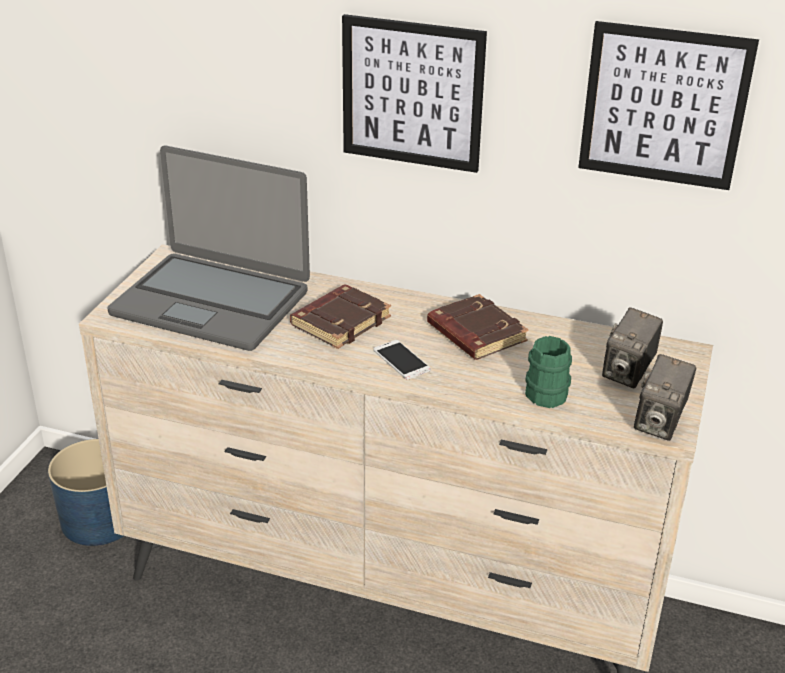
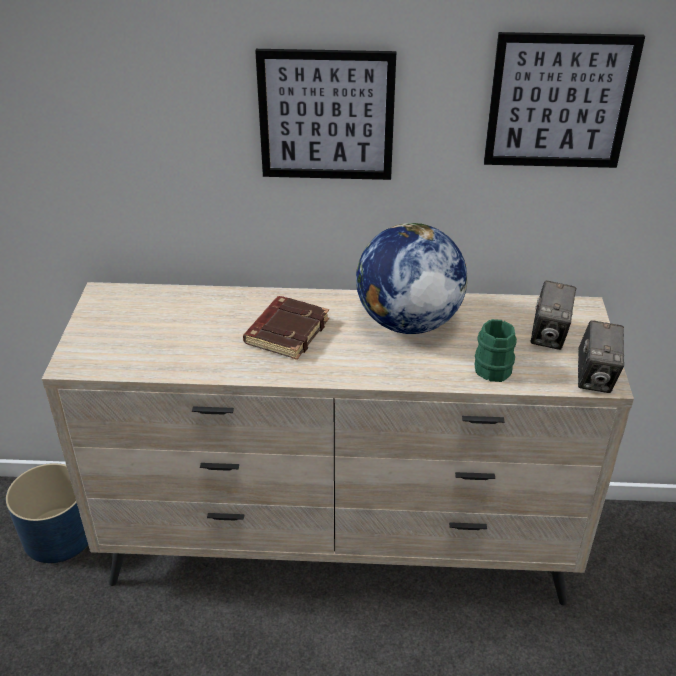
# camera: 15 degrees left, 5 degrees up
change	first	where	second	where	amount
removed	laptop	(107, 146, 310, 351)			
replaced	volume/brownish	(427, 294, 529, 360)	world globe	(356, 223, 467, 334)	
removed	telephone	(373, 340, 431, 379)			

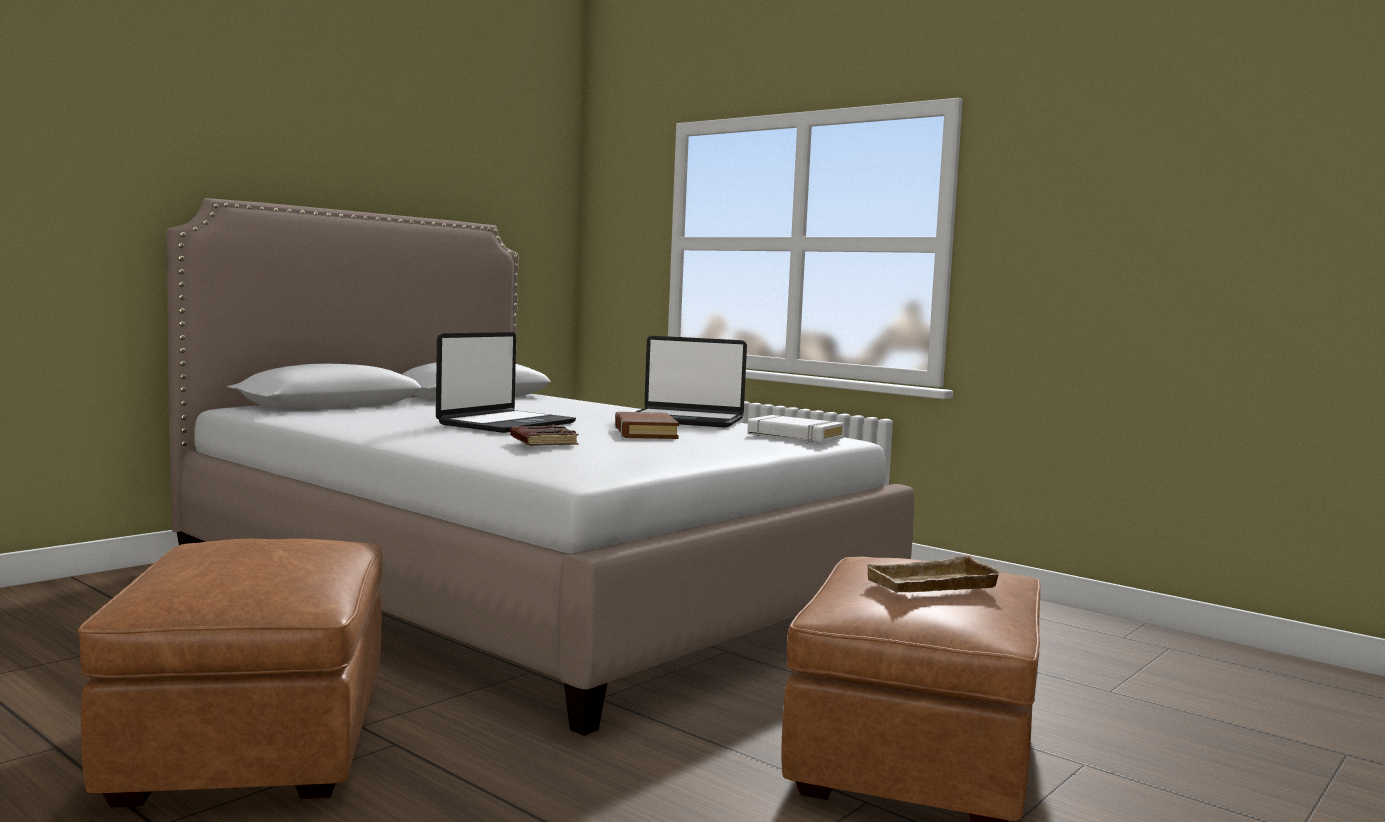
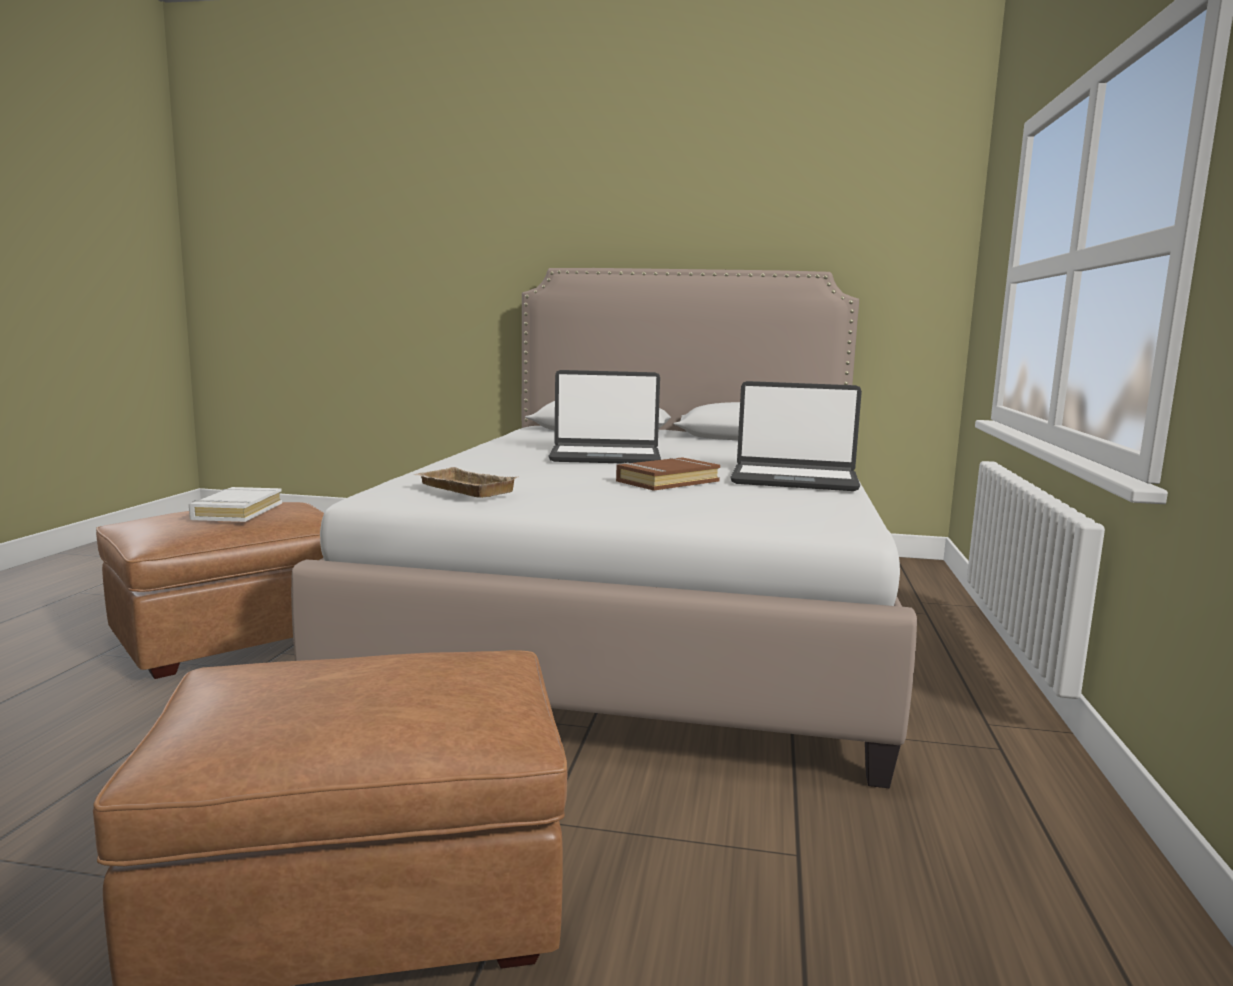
# camera: 60 degrees right, 5 degrees up
change	first	where	second	where	amount
turned	laptop	(636, 336, 747, 428)		(730, 381, 862, 491)	60 degrees counterclockwise
moved	volume/white	(747, 415, 844, 443)		(189, 487, 282, 522)	
removed	volume/brownish	(511, 425, 579, 446)			
moved	serving tray/beige	(865, 555, 1006, 592)		(413, 467, 517, 498)	

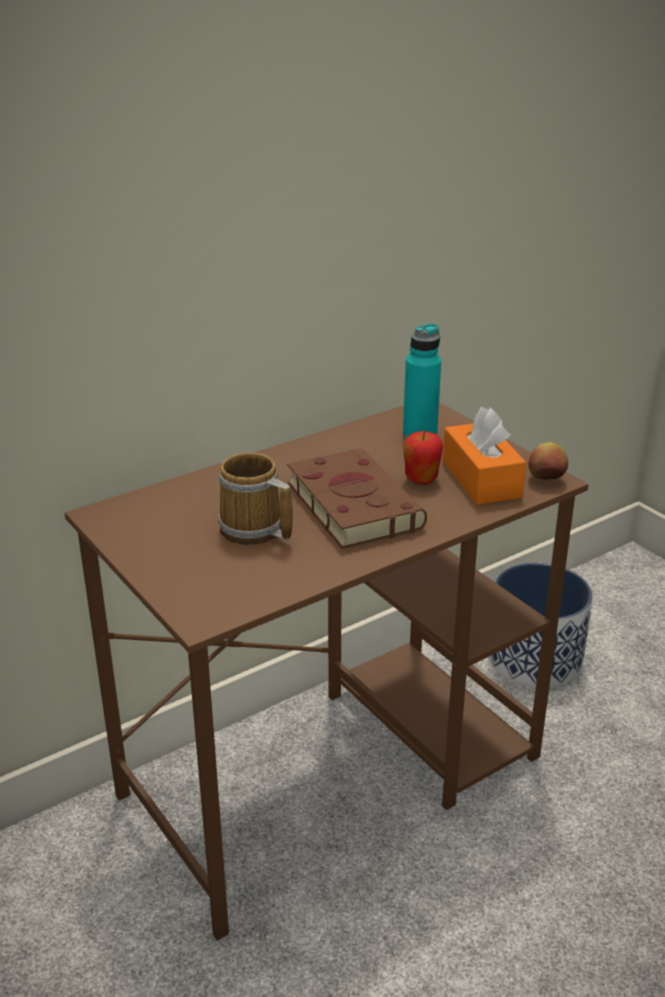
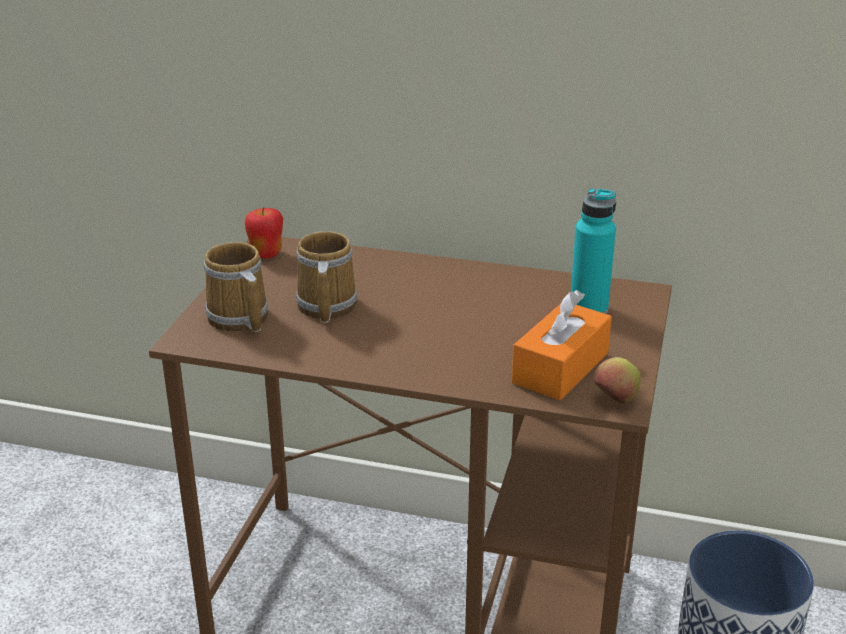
# camera: 50 degrees right, 0 degrees up
change	first	where	second	where	amount
moved	apple fruit	(404, 431, 443, 485)		(245, 206, 283, 259)	
removed	volume/brownish	(287, 448, 427, 549)			
added			tea mug	(204, 242, 268, 332)	

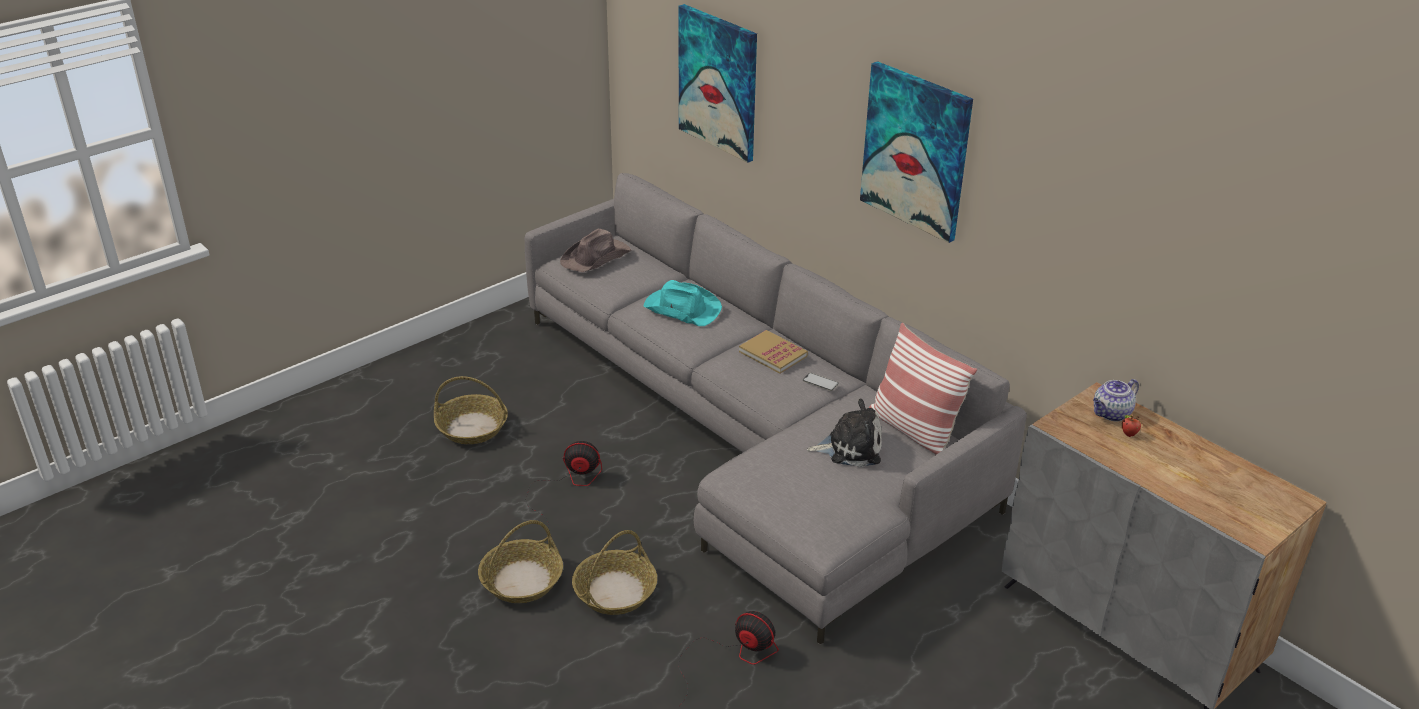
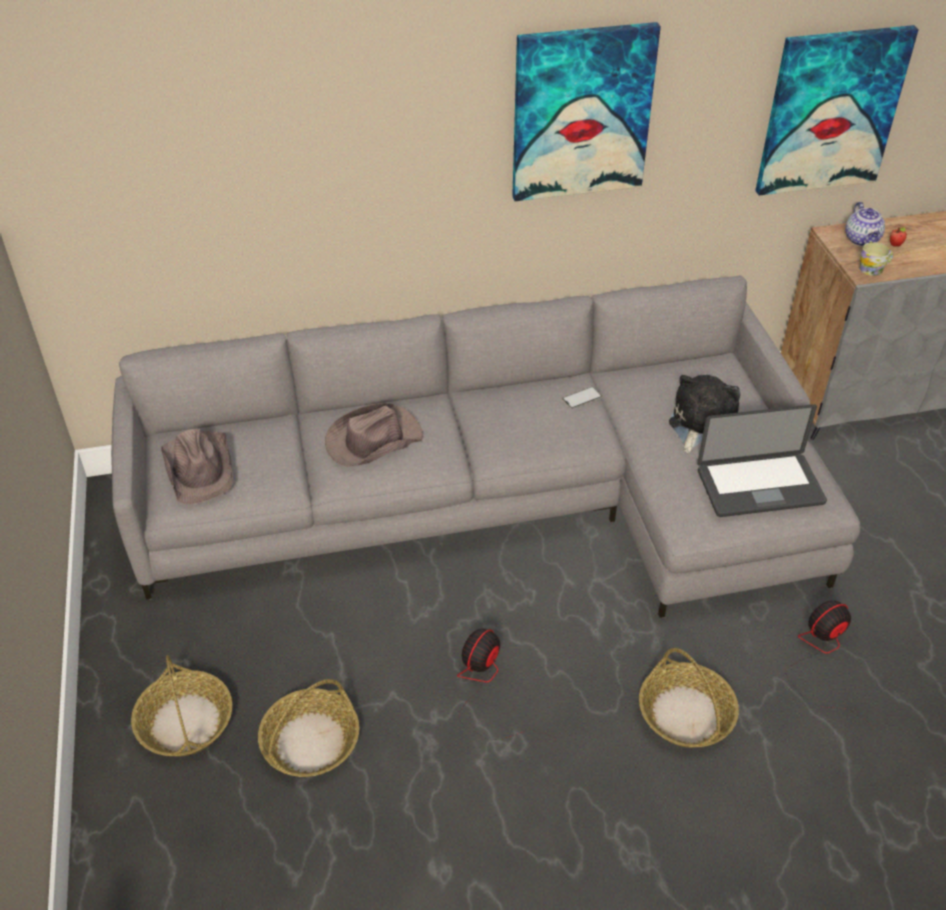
# camera: 60 degrees left, 10 degrees up
change	first	where	second	where	amount
moved	wall picture	(678, 4, 757, 163)		(755, 25, 919, 196)	
recoloured	clothing hat/blue-green	(644, 280, 722, 326)	clothing hat/brownish	(325, 403, 423, 467)	
removed	throw pillow	(869, 323, 977, 455)			
removed	volume	(739, 330, 808, 374)			
moved	household basket	(478, 520, 563, 603)		(131, 655, 232, 757)	
added			tea mug	(859, 242, 893, 276)	
added			laptop	(697, 404, 827, 517)	

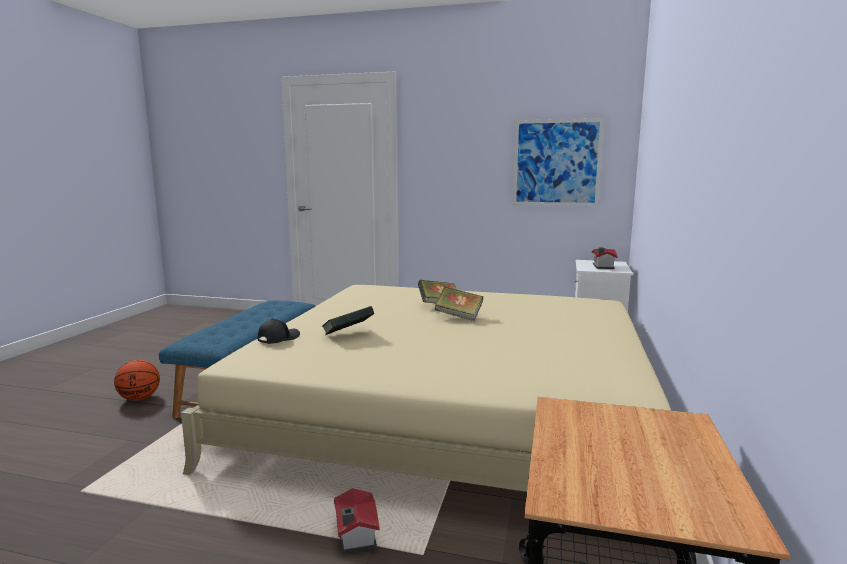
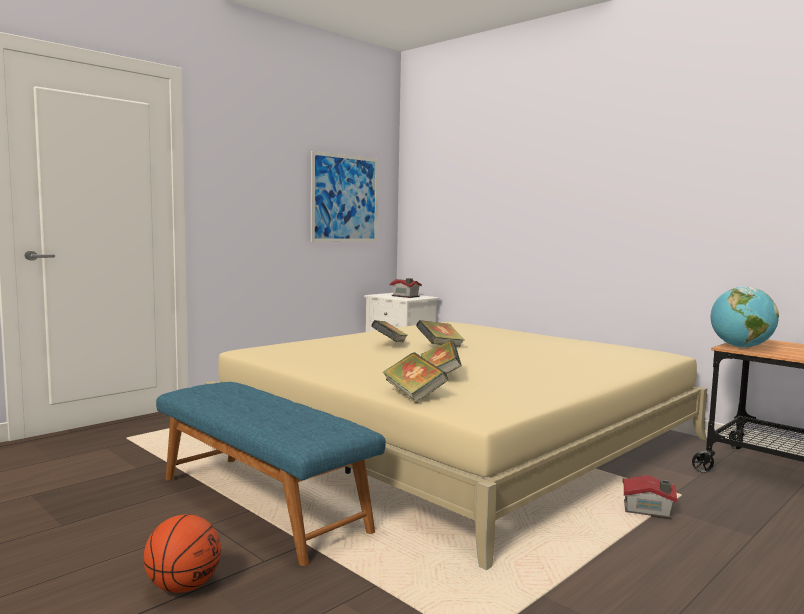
# camera: 60 degrees left, 5 degrees down
change	first	where	second	where	amount
replaced	peaked cap/black	(258, 318, 300, 344)	volume	(382, 352, 448, 403)	
added			world globe	(711, 287, 779, 348)	

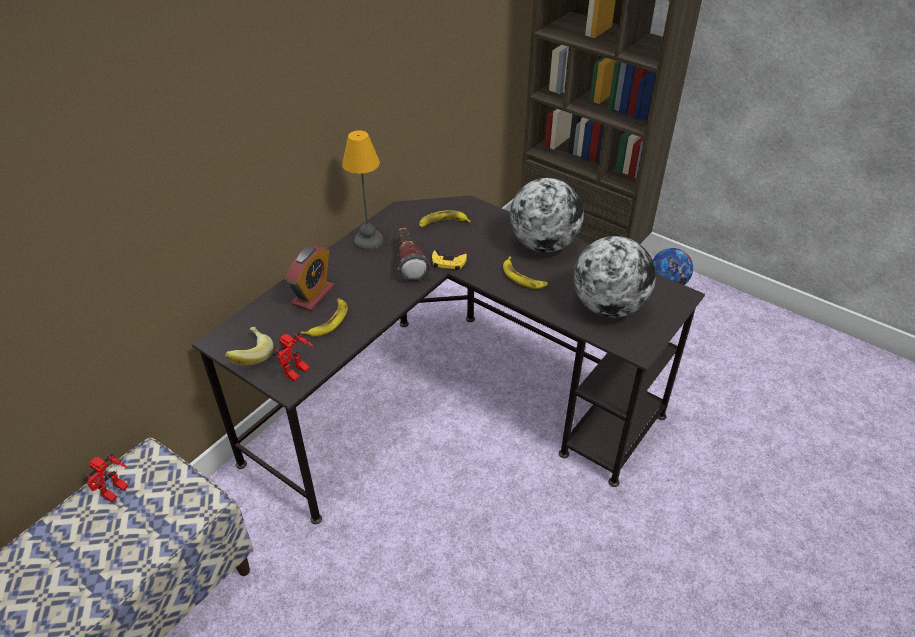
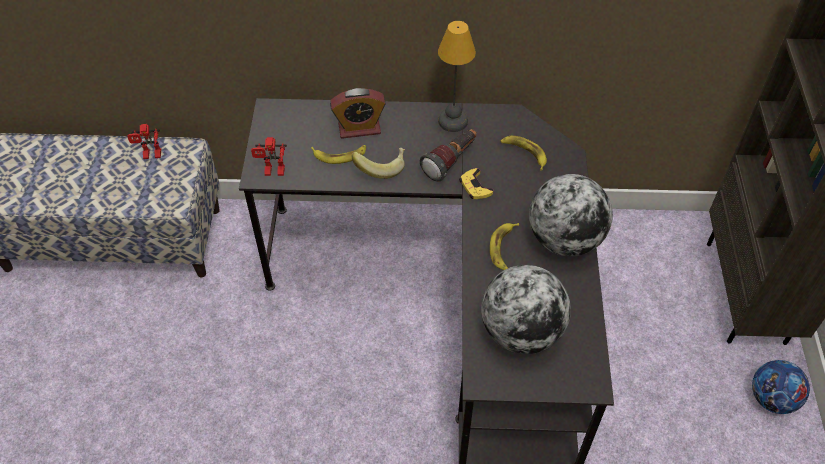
# camera: 55 degrees right, 10 degrees up
change	first	where	second	where	amount
moved	whole banana	(225, 327, 273, 365)		(352, 148, 405, 179)	

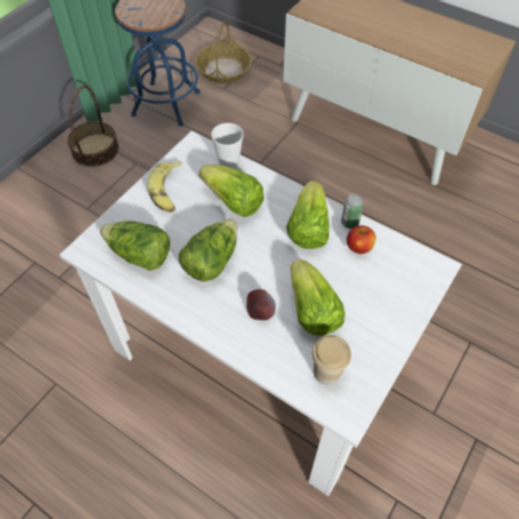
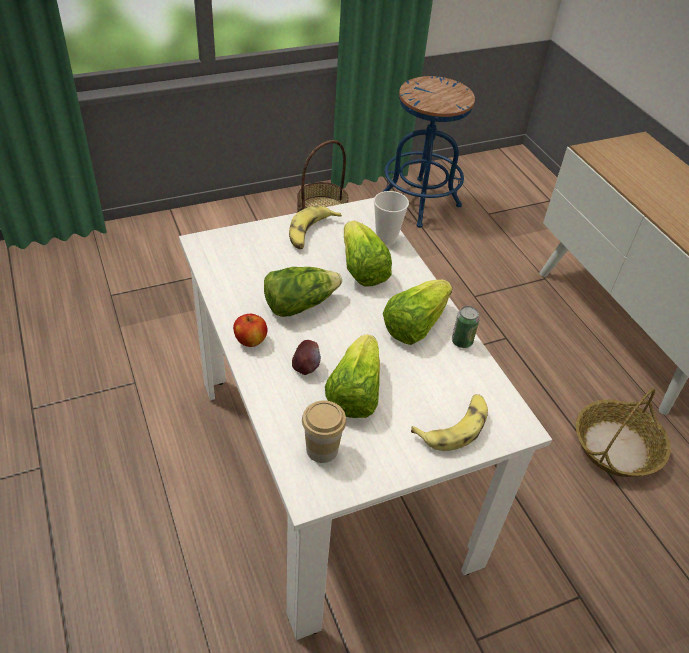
# camera: 30 degrees right, 10 degrees down
change	first	where	second	where	amount
moved	household basket	(195, 22, 252, 83)		(576, 388, 671, 477)	
removed	lettuce head	(100, 221, 170, 271)			
moved	apple fruit	(347, 226, 376, 254)		(233, 314, 267, 347)	
added			whole banana	(411, 394, 488, 451)	

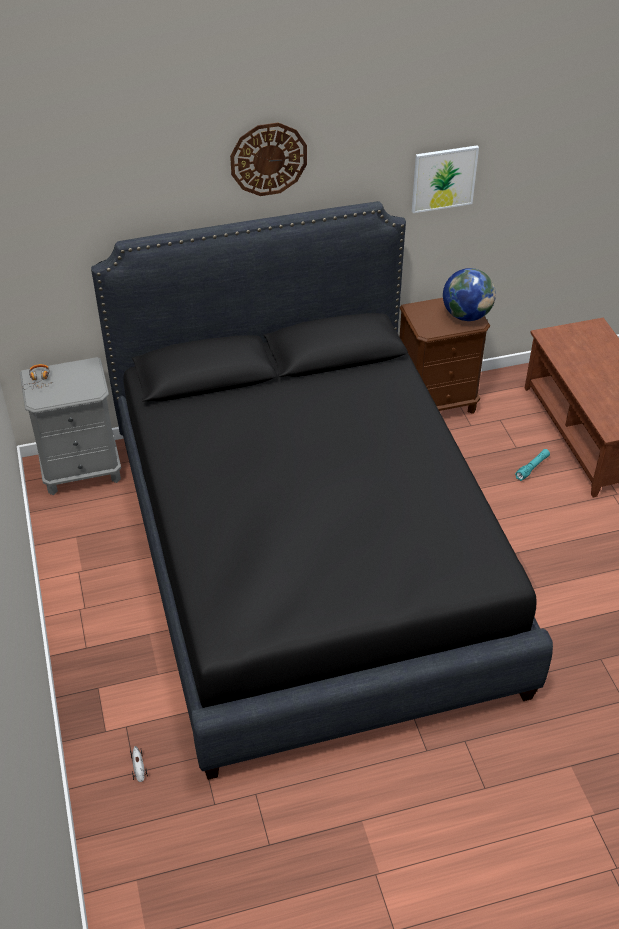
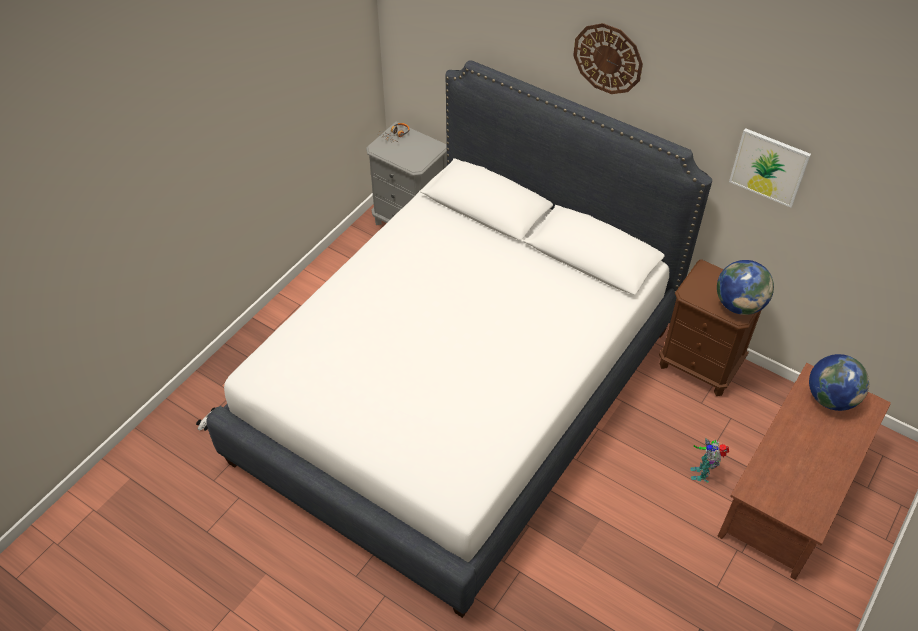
# camera: 50 degrees right, 5 degrees up
change	first	where	second	where	amount
recoloured	bedroom bed/black	(91, 201, 553, 780)	bedroom bed/white	(206, 60, 712, 618)	
replaced	torch/blue-green	(515, 449, 550, 481)	model robot	(690, 438, 729, 483)	
added			world globe	(809, 354, 869, 411)	

